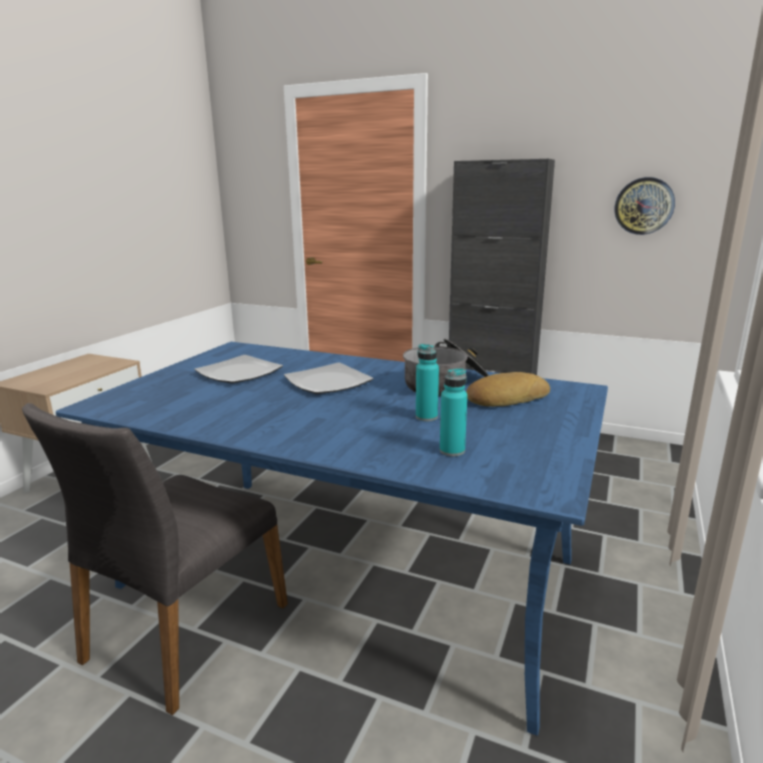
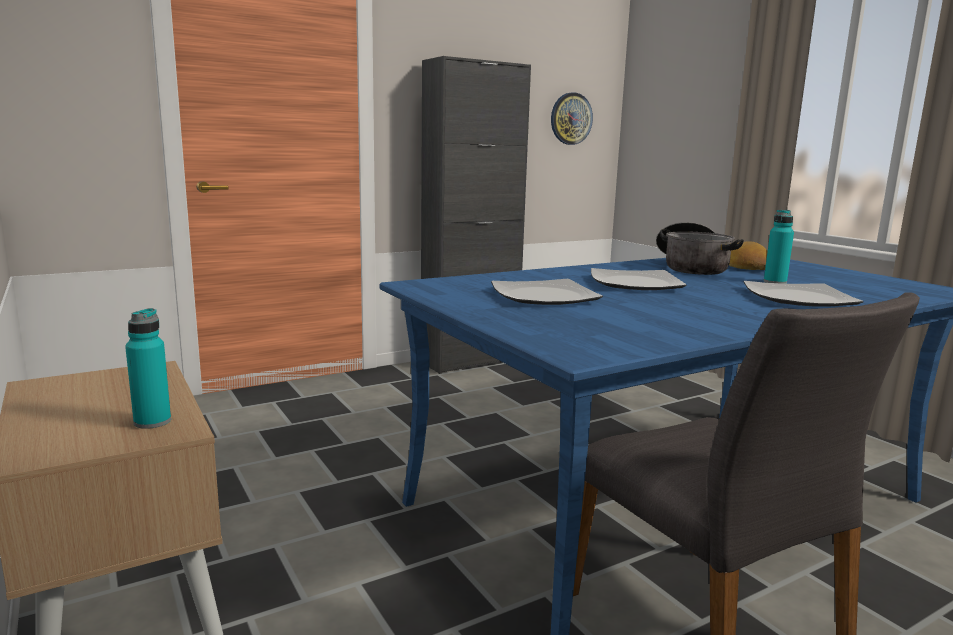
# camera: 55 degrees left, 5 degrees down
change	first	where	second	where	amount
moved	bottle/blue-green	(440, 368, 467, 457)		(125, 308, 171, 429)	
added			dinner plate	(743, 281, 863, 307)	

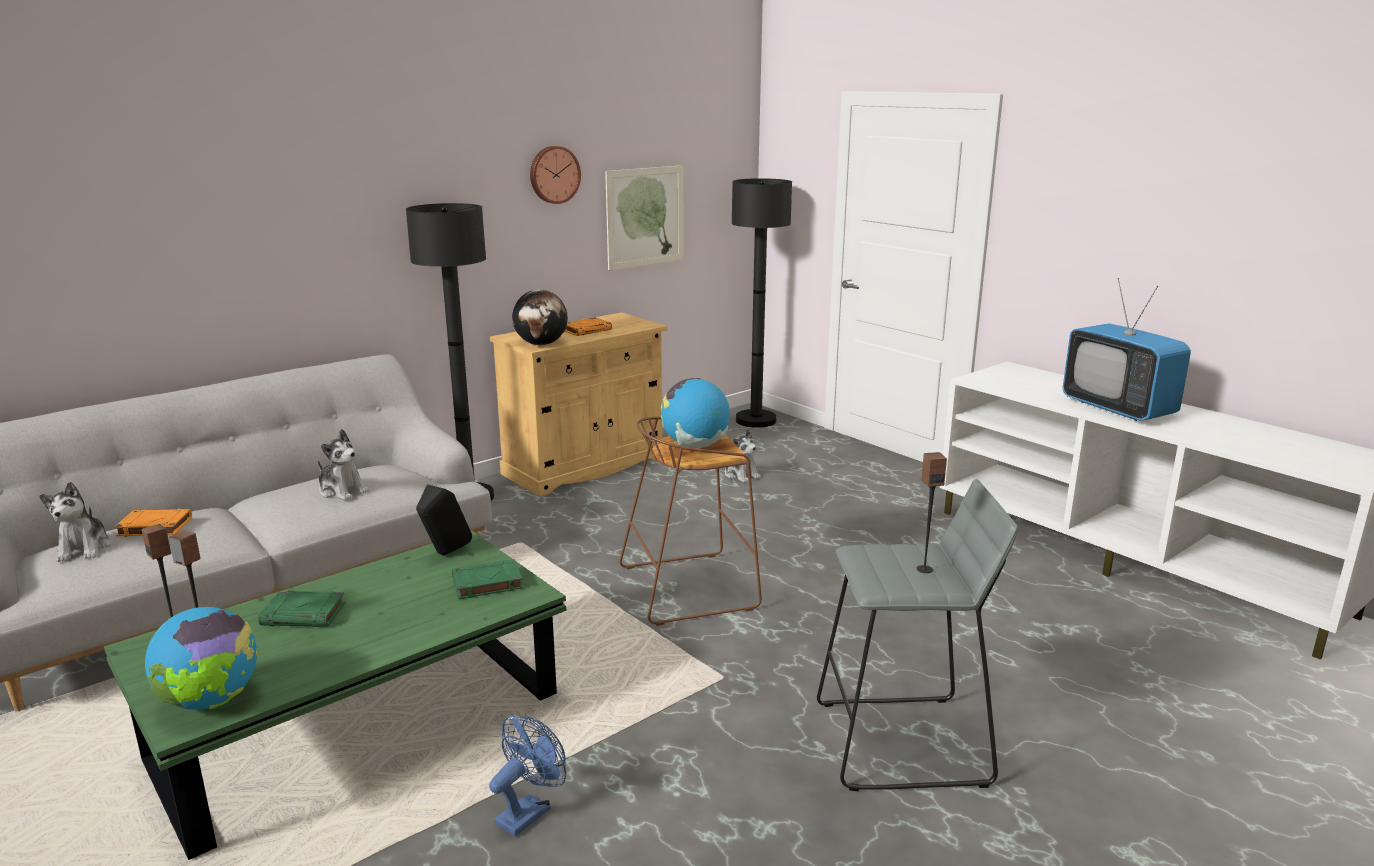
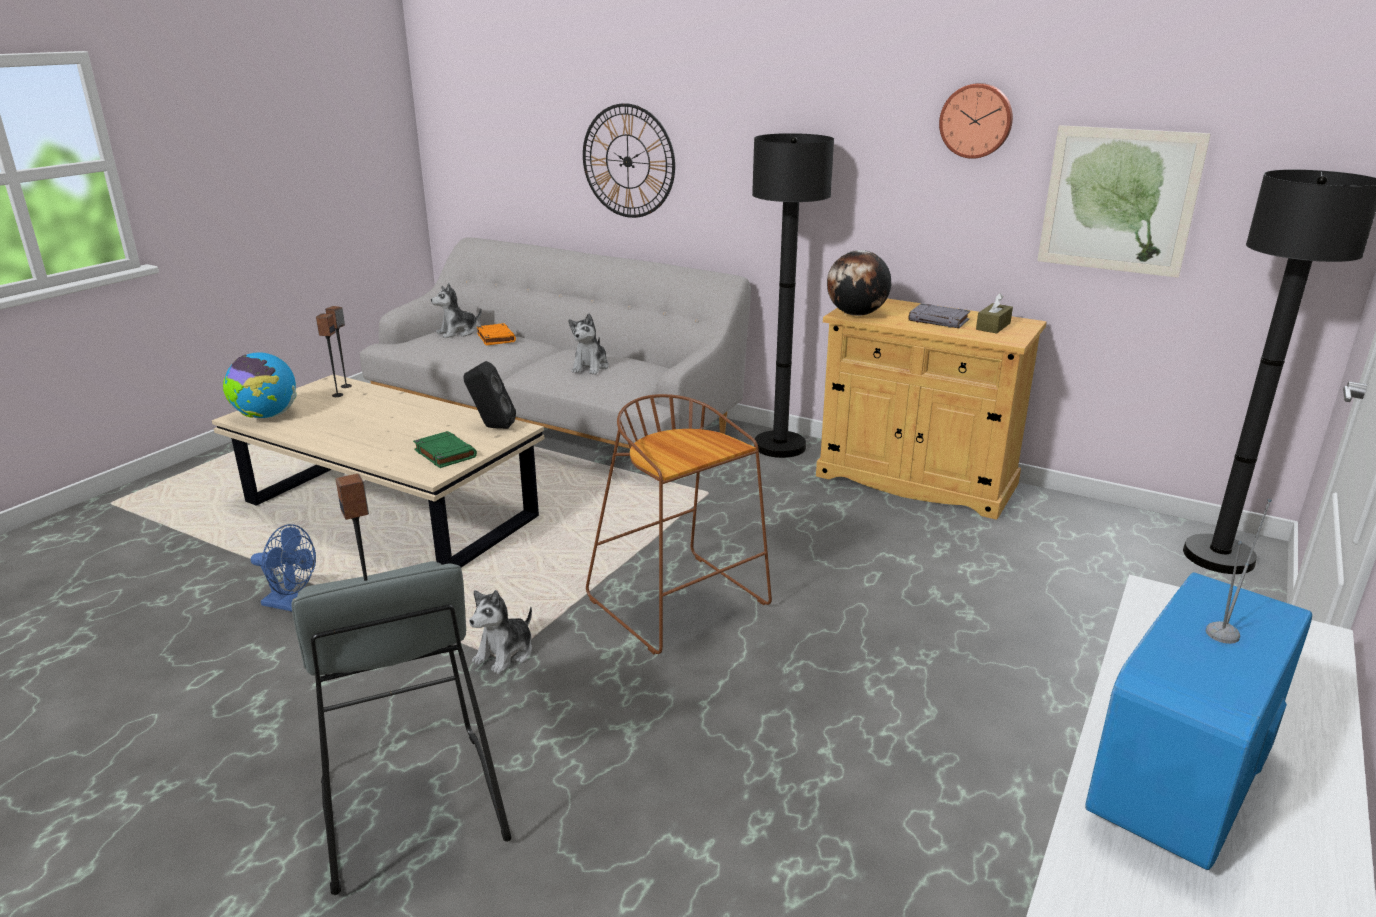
# camera: 70 degrees right, 5 degrees up
change	first	where	second	where	amount
recoloured	volume/orangey	(564, 317, 612, 336)	volume/grey	(909, 303, 970, 328)	
removed	world globe	(661, 378, 730, 448)			
moved	plush toy	(725, 428, 761, 483)		(469, 590, 532, 674)	
recoloured	low table/green-coloured	(104, 531, 566, 860)	low table/beige	(212, 375, 545, 567)	
removed	volume/green-coloured	(258, 591, 345, 627)			
added			clock on the wall	(583, 103, 675, 218)	
added			box of tissues/brownish	(976, 293, 1013, 333)	

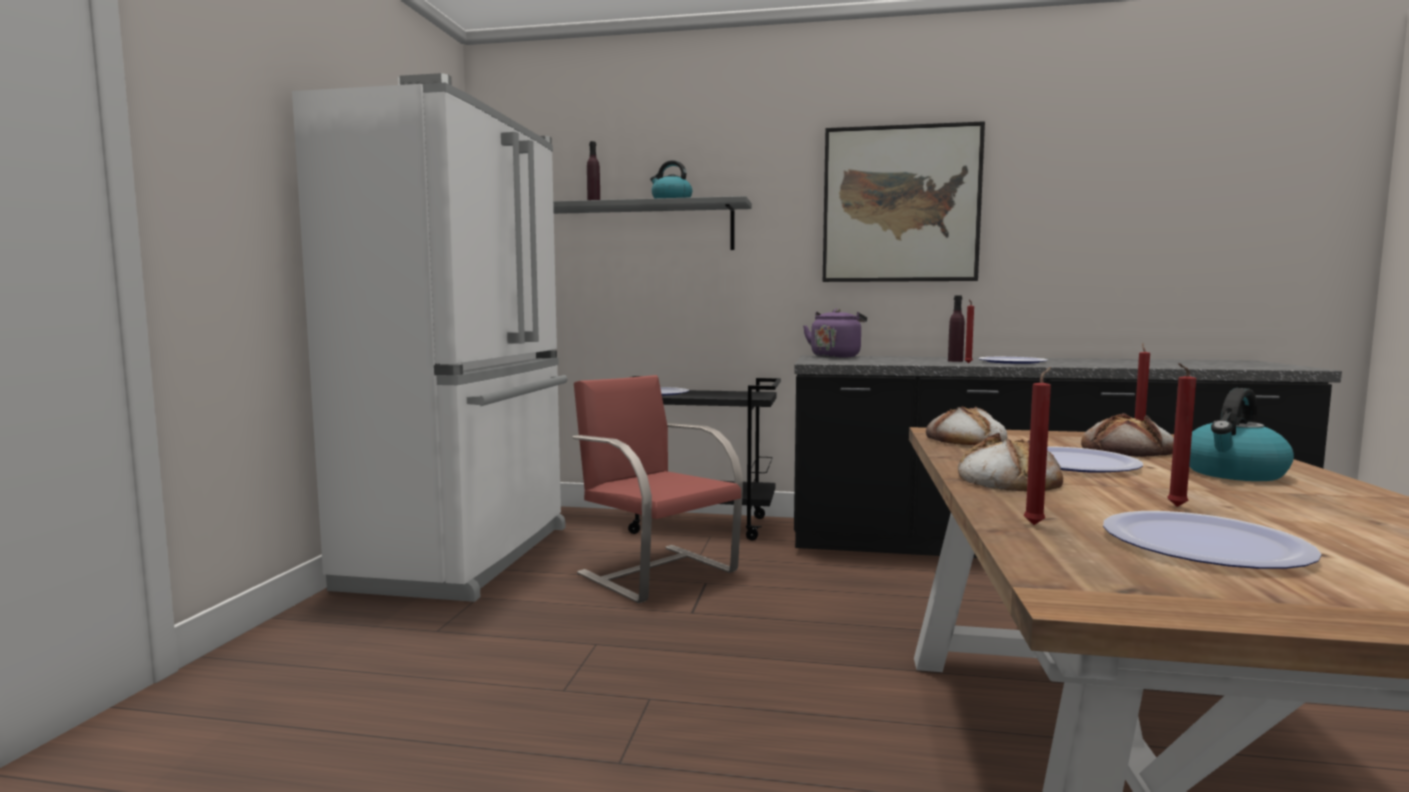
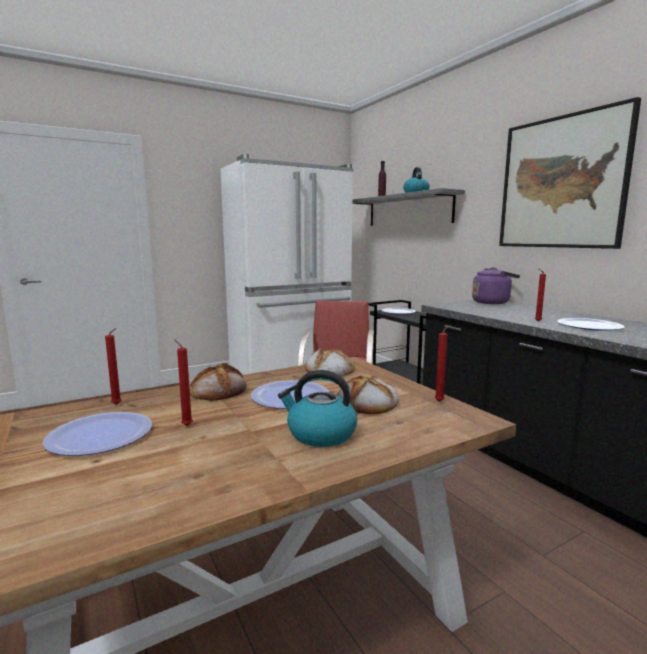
# camera: 50 degrees right, 5 degrees up
change	first	where	second	where	amount
removed	bottle/purple	(948, 295, 965, 362)			

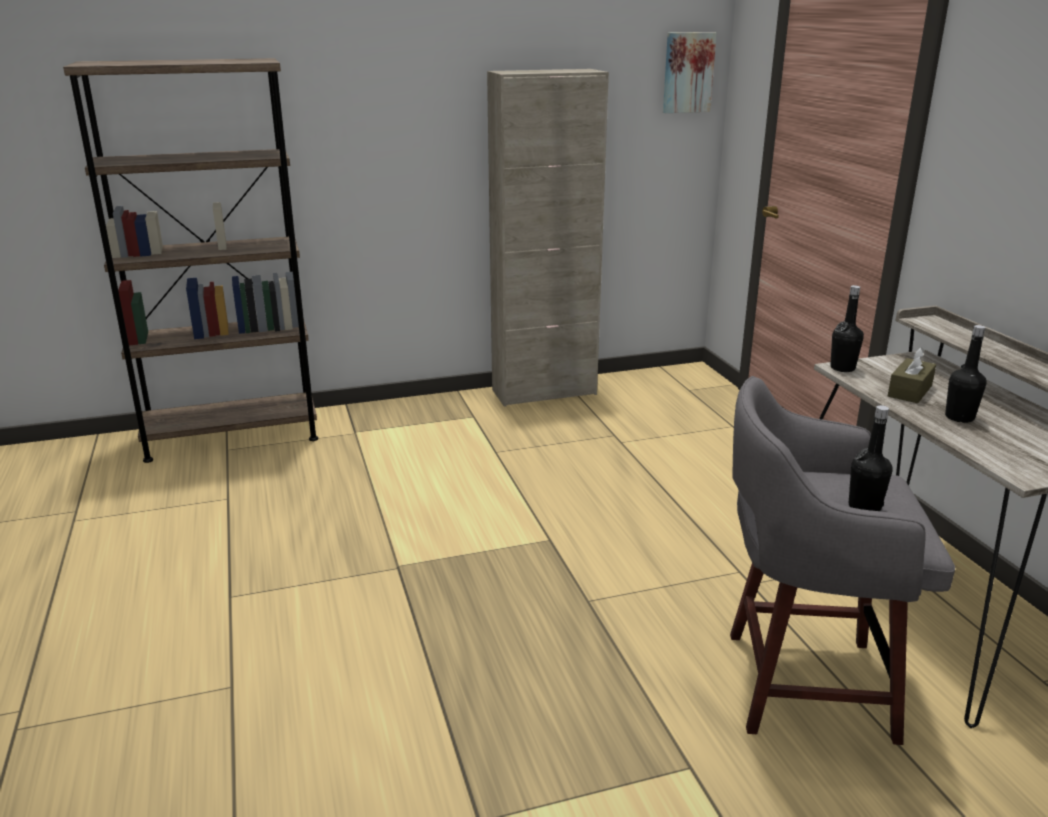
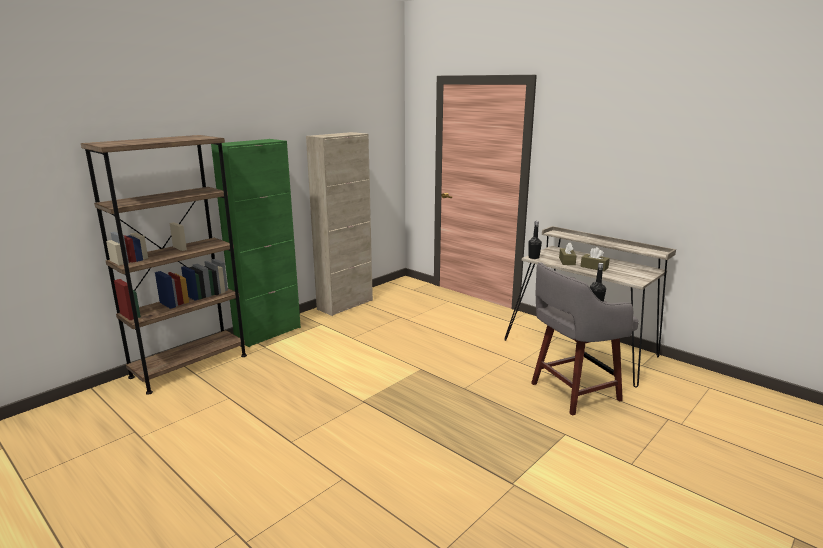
# camera: 30 degrees left, 5 degrees down
change	first	where	second	where	amount
removed	wall picture	(663, 32, 717, 113)			
replaced	bottle/black	(945, 325, 987, 423)	box of tissues/brownish	(581, 247, 610, 271)	
added			storage cabinet/green-coloured	(211, 139, 301, 347)	

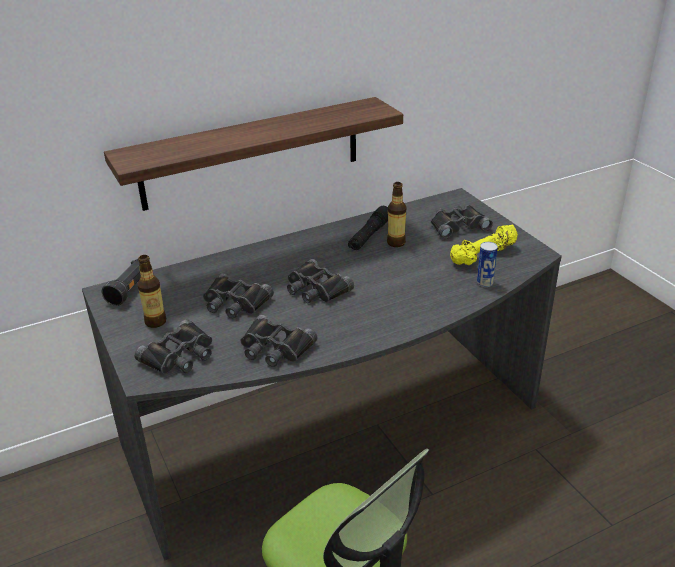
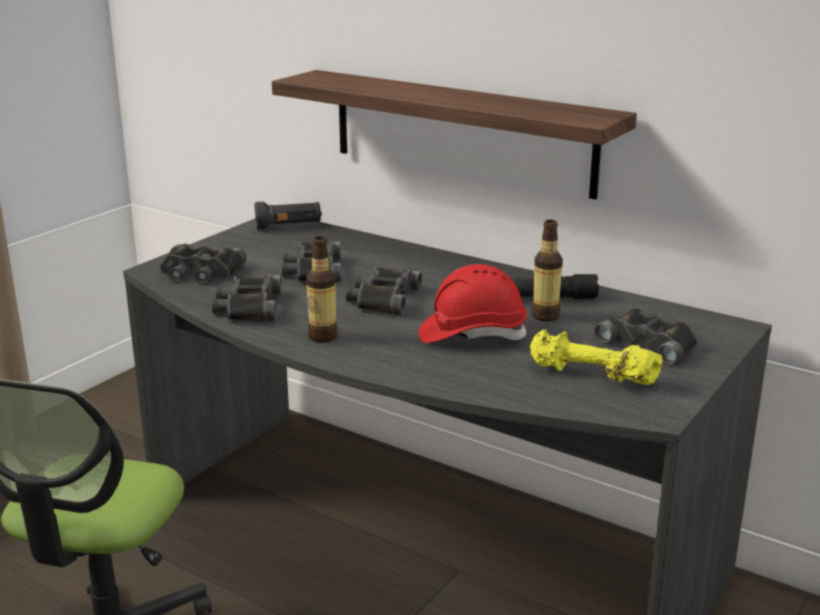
# camera: 60 degrees right, 10 degrees down
change	first	where	second	where	amount
removed	sealed can	(477, 242, 498, 287)			
moved	bottle	(137, 255, 166, 328)		(306, 236, 338, 343)	
added			safety helmet/red-coloured	(419, 264, 527, 343)	

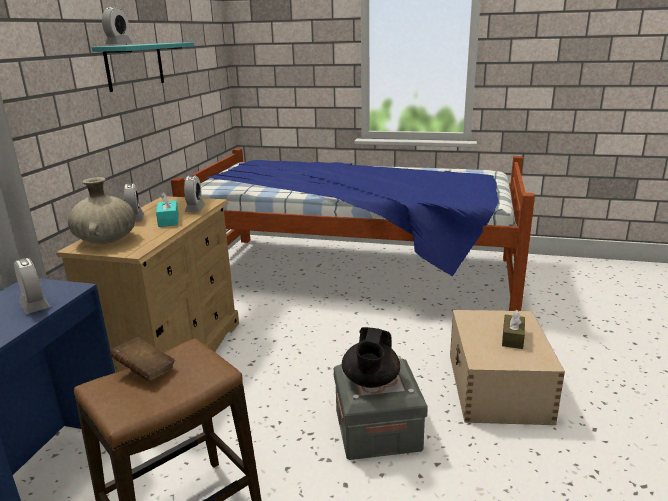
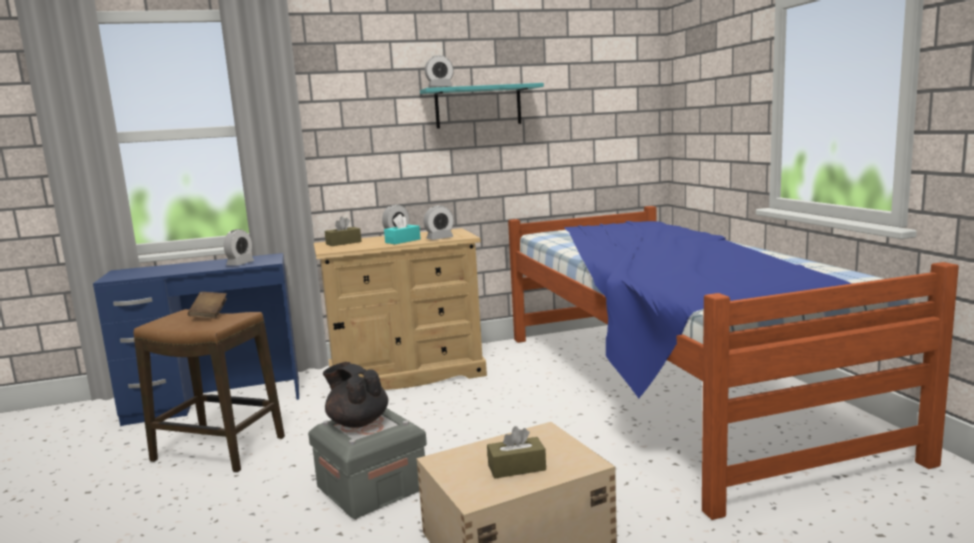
# camera: 60 degrees right, 10 degrees down
change	first	where	second	where	amount
replaced	decorative vase/beige	(68, 177, 135, 244)	box of tissues/brownish	(325, 216, 362, 246)	
turned	pot for tea/black	(342, 327, 400, 388)		(323, 362, 388, 428)	60 degrees clockwise

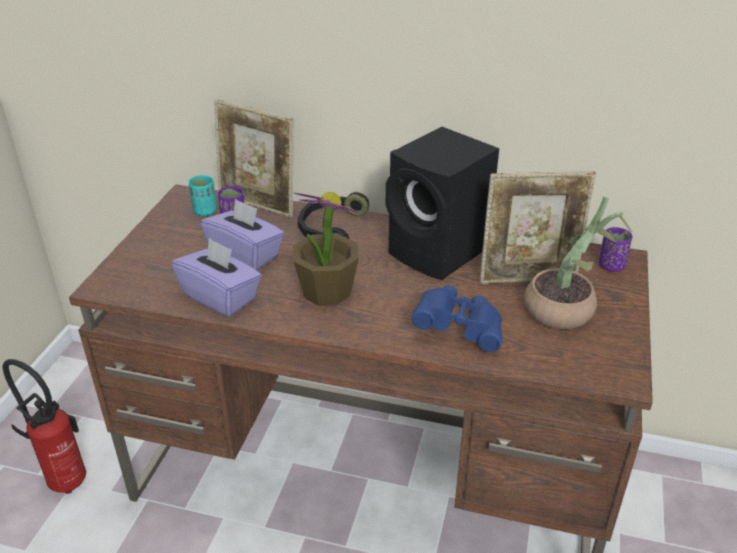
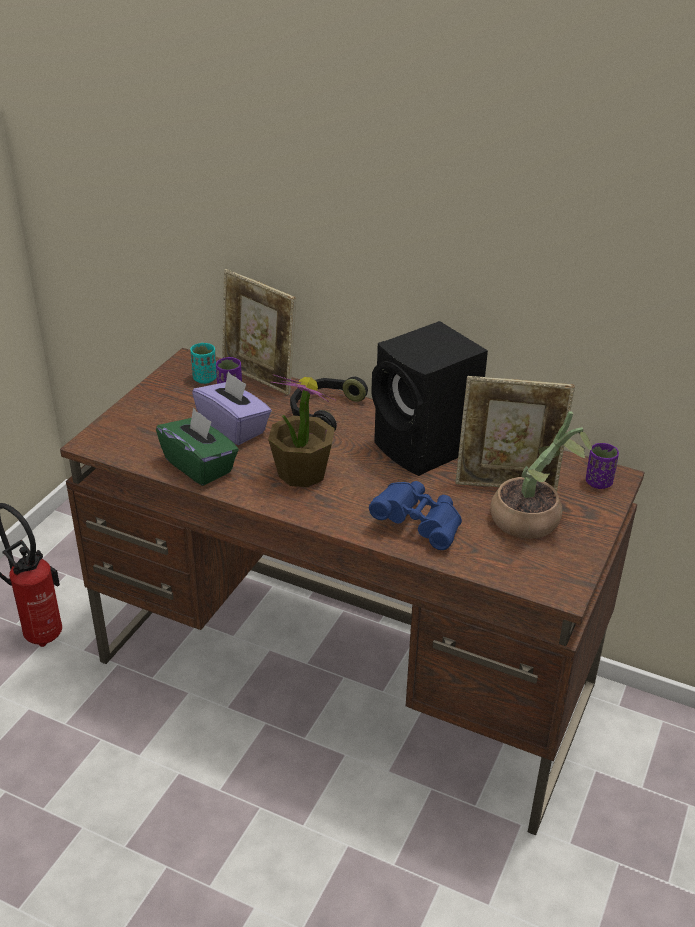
# camera: 10 degrees right, 0 degrees up
change	first	where	second	where	amount
recoloured	box of tissues/purple	(172, 238, 262, 317)	box of tissues/green-coloured	(156, 407, 239, 486)	

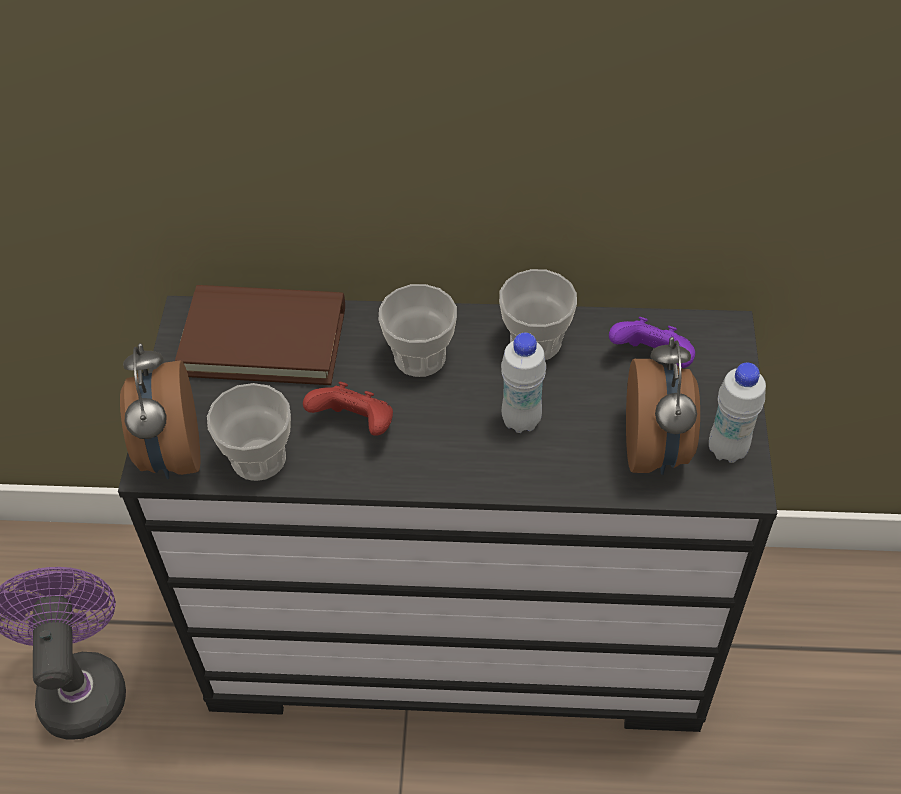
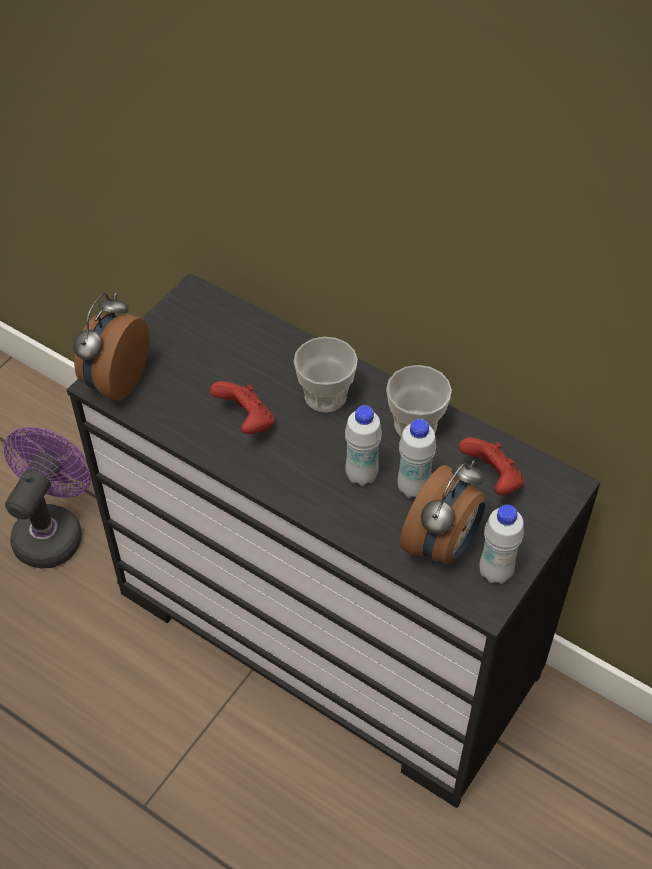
# camera: 30 degrees right, 0 degrees up
change	first	where	second	where	amount
removed	volume/brownish	(175, 285, 345, 385)			
recoloured	gamepad/purple	(609, 317, 695, 368)	gamepad/red-coloured	(458, 437, 524, 495)	
removed	drinking cup	(207, 383, 291, 481)			
added			bottle/white	(398, 419, 436, 498)	

